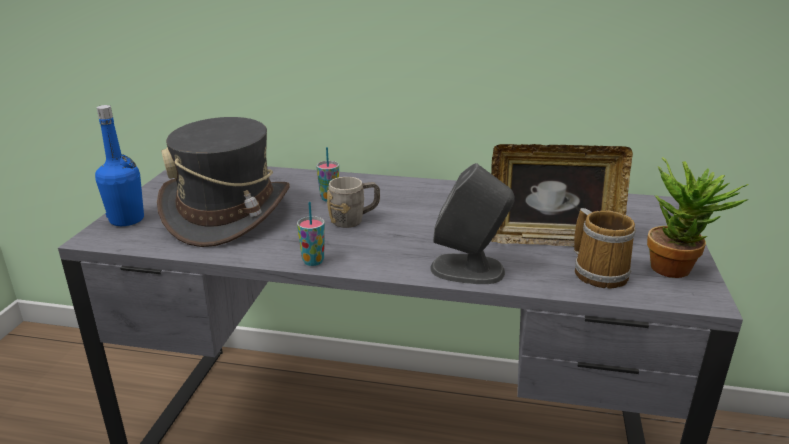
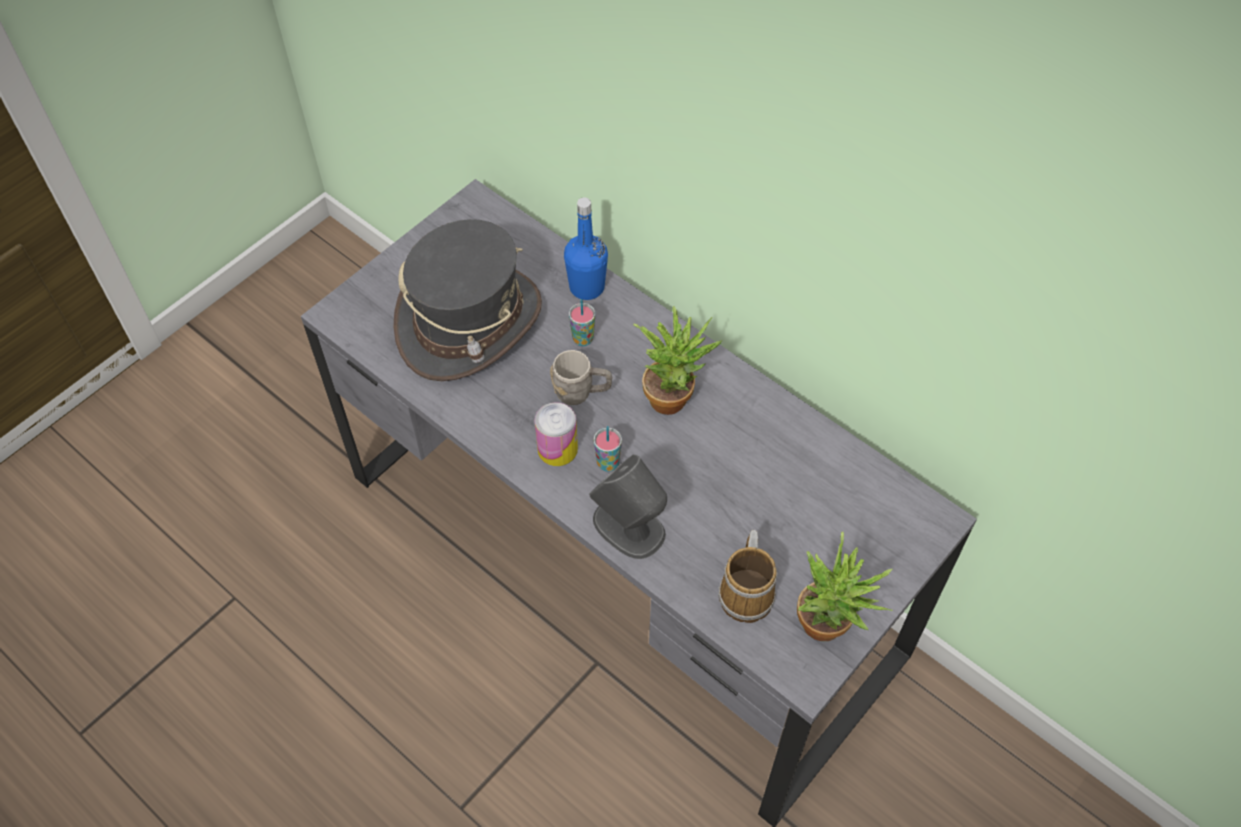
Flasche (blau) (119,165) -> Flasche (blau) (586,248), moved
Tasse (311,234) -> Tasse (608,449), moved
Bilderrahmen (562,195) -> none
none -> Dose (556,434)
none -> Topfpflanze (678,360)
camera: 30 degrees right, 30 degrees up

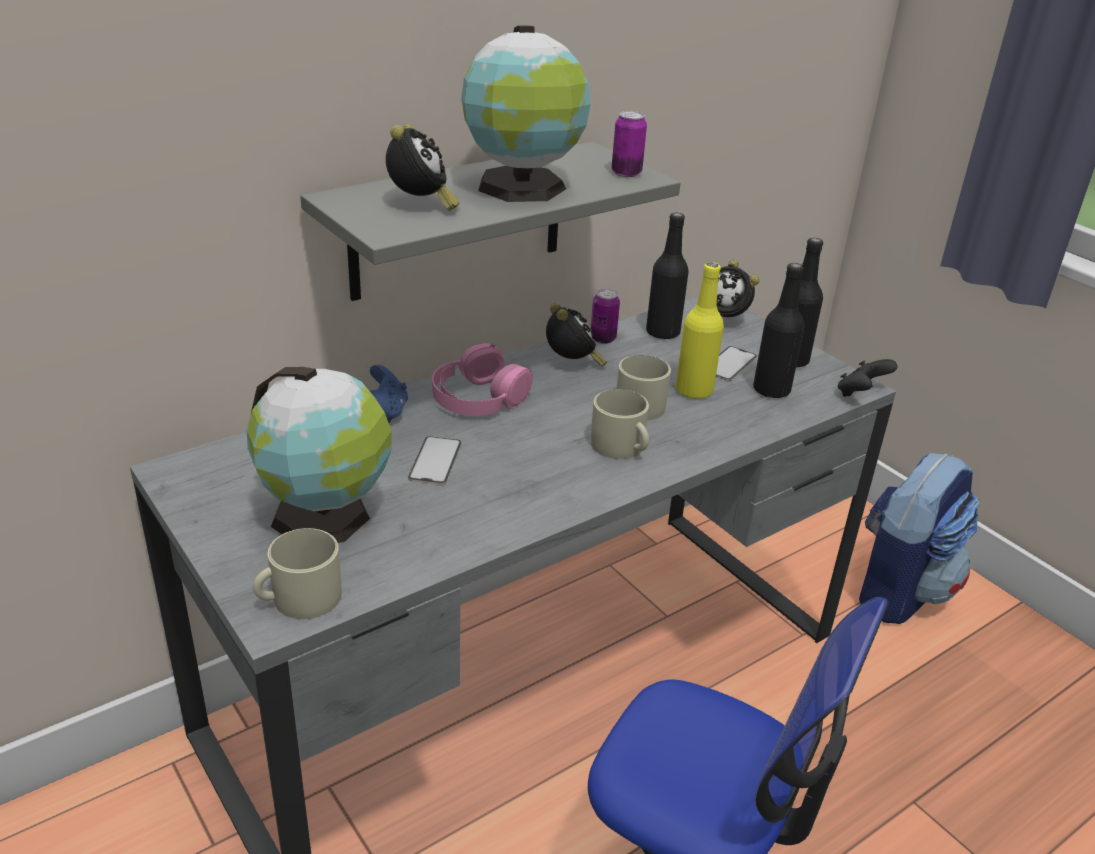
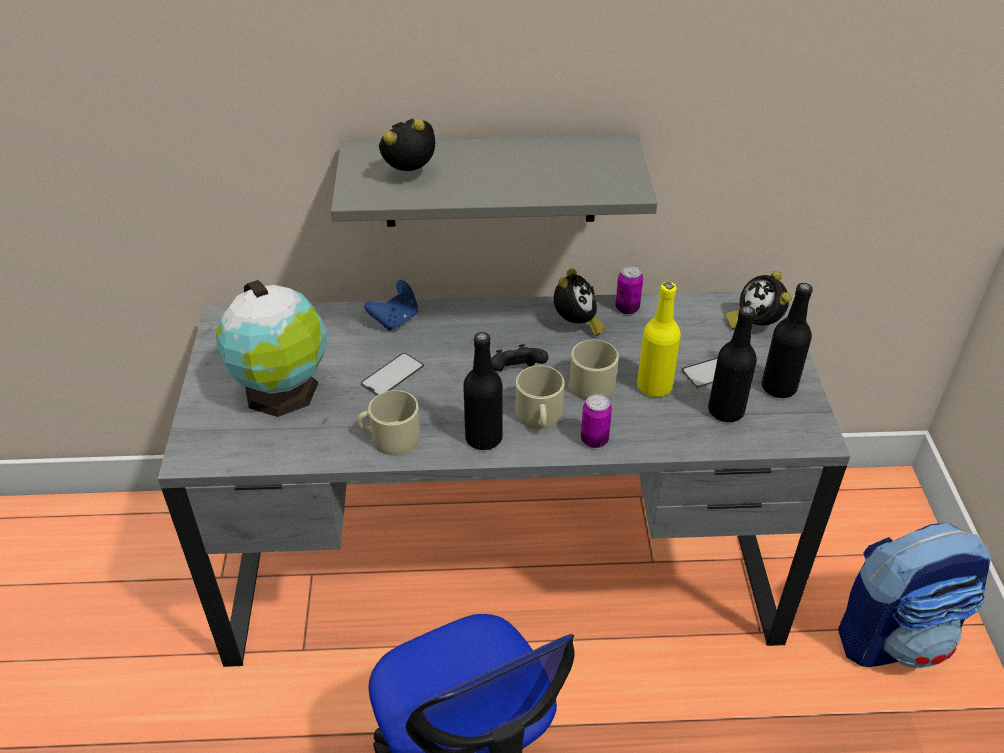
Henkelbecher (beige) (297,573) -> Henkelbecher (beige) (388,423), moved
Wecker (423,167) -> Wecker (407,144), 150 degrees counterclockwise
Kopfhörer (rosa) (482,379) -> none
Globus (526,114) -> none
Dose (629,144) -> Dose (596,421), moved
Flasche (schwarz) (667,276) -> Flasche (schwarz) (483,391), moved
Gamepad (schwarz) (867,378) -> Gamepad (schwarz) (519,357), moved
camera: 35 degrees right, 10 degrees up

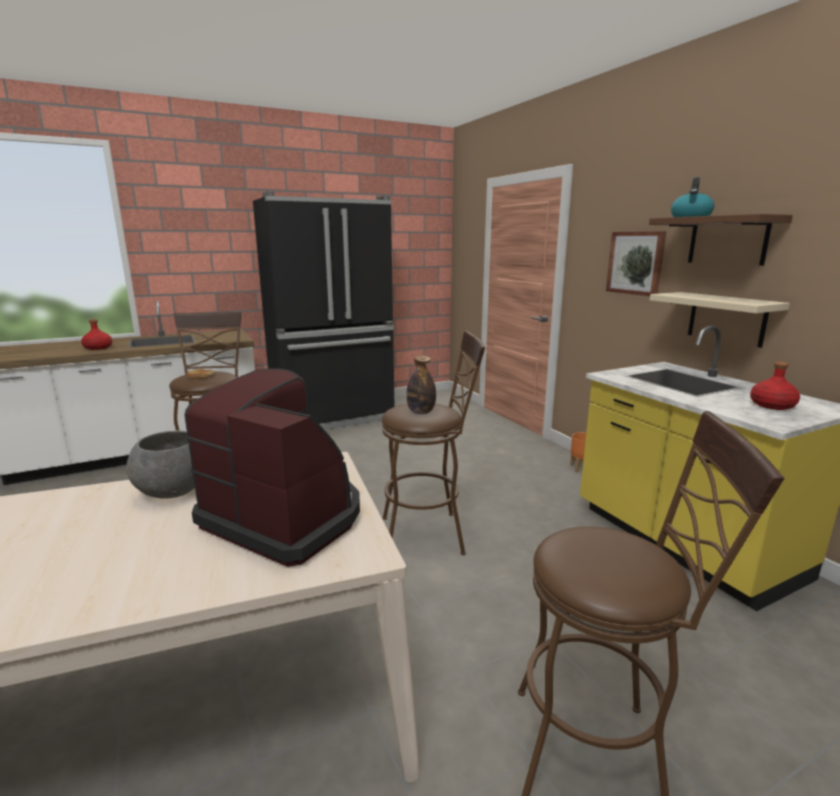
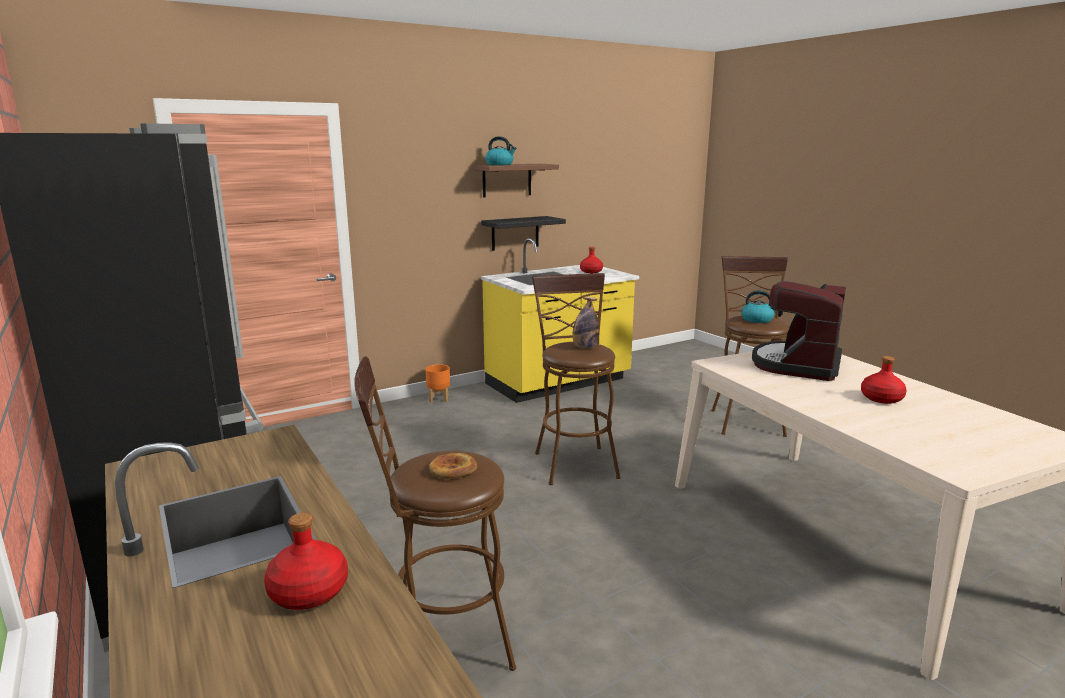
Schüssel (grau) (160,464) -> none
Bild (636,263) -> none
Wandregal (beige) (720,320) -> Wandregal (schwarz) (523,233)
none -> Wasserkessel (758,306)
none -> Flasche (rot) (884,380)
camera: 95 degrees left, 0 degrees up

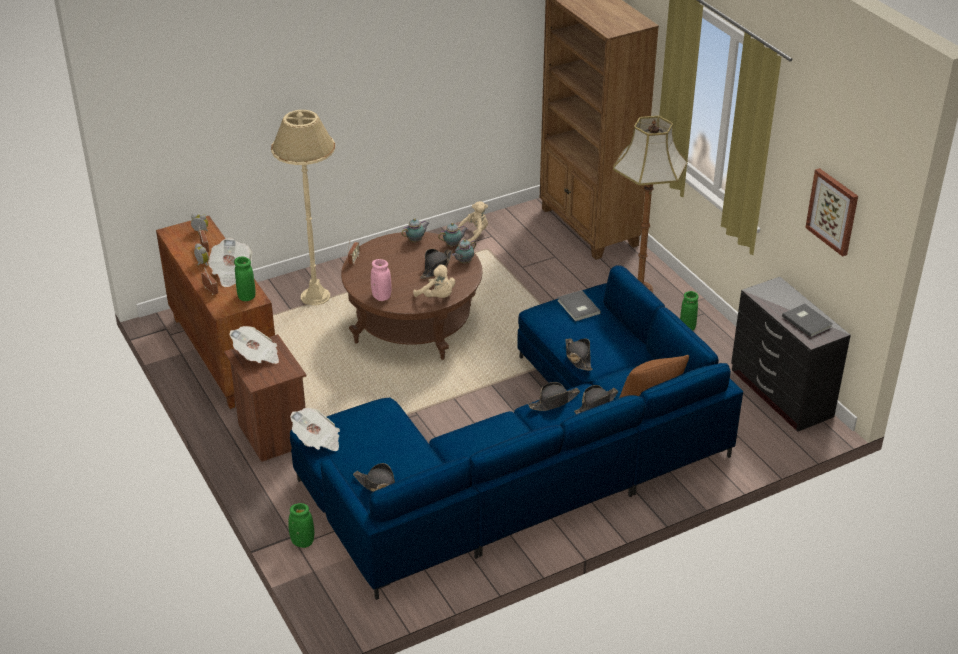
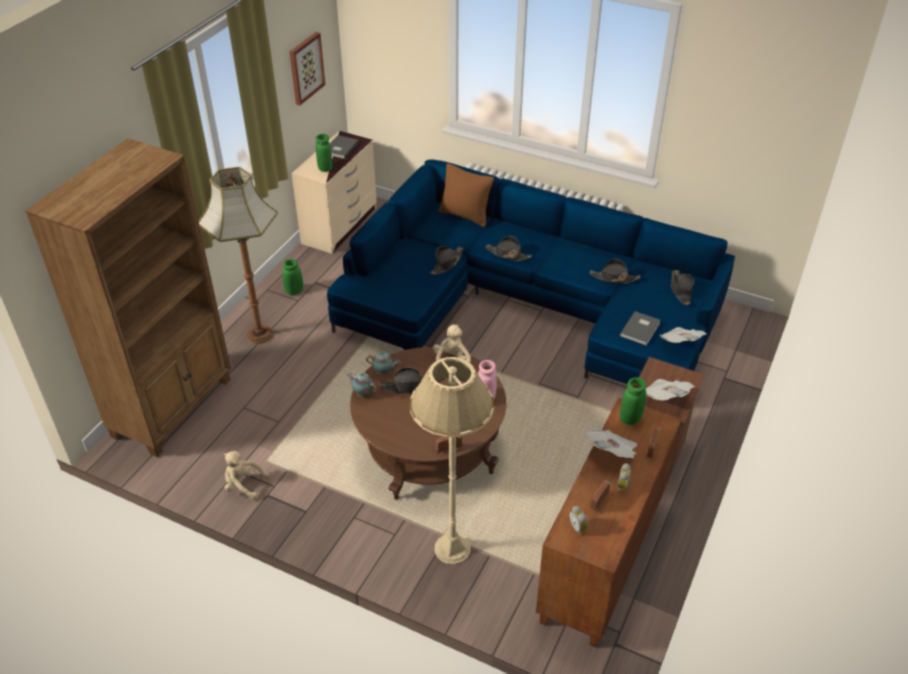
Vase (grün) (301,525) -> Vase (grün) (324,153), moved
Teekanne (415,230) -> none
Buch (grau) (579,305) -> Buch (grau) (640,328), moved
Hut (schwarz) (596,399) -> Hut (schwarz) (615,271), moved
Kommode (schwarz) (791,354) -> Kommode (beige) (334,192)
camera: 125 degrees left, 5 degrees up

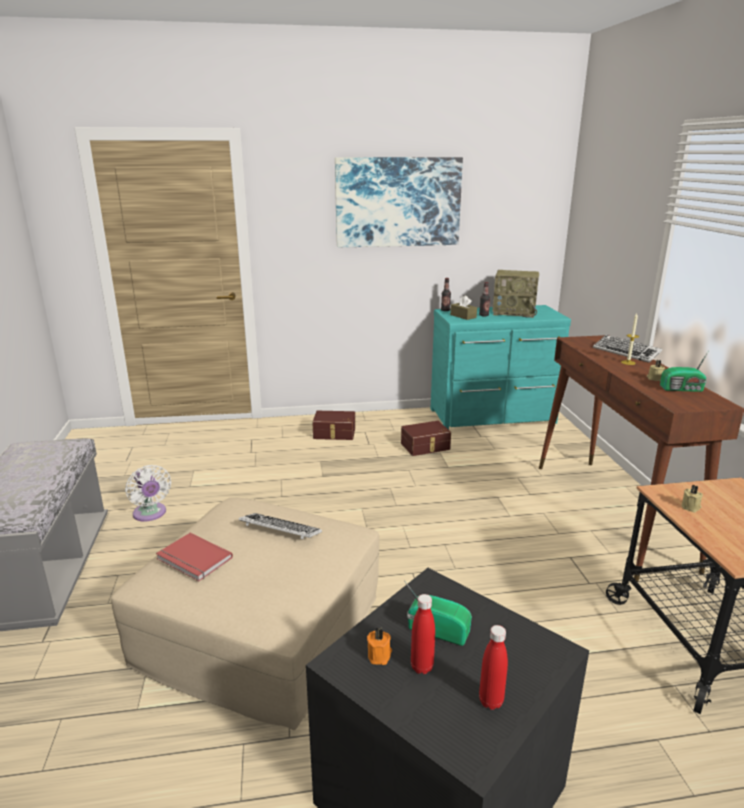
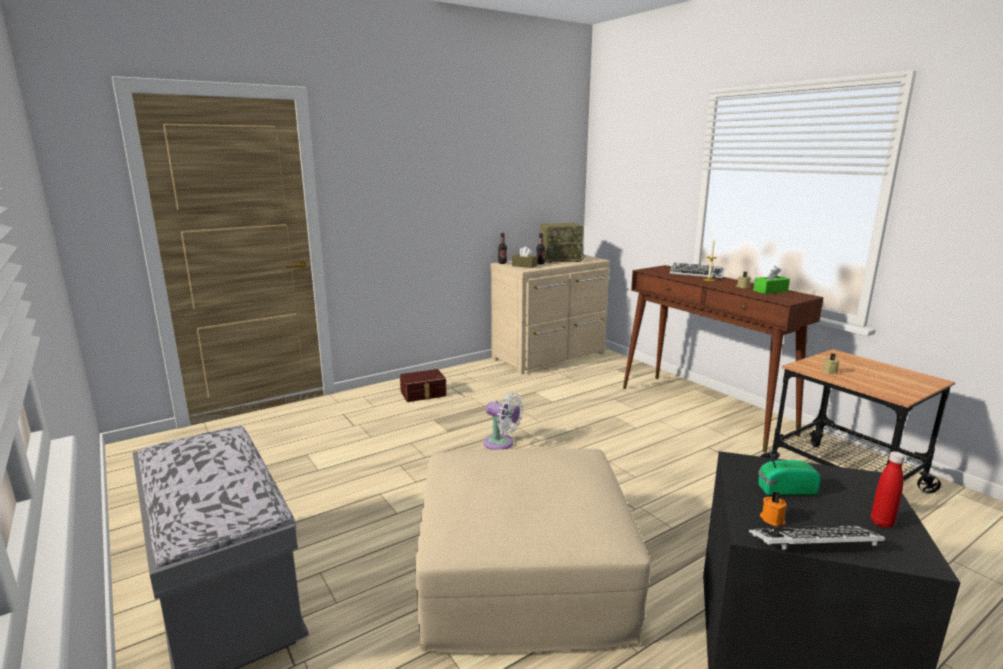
Ventilator (weiß) (148,493) -> Ventilator (weiß) (503,421), moved
Buch (rot) (194,557) -> none
Tastatur (280,526) -> Tastatur (817,537), moved
Bild (399,202) -> none
Aufbewahrungsbox (braun) (426,438) -> none
Flasche (rot) (423,634) -> none
Kommode (türkis) (500,367) -> Kommode (beige) (550,314)
Radio (684,372) -> Taschentuchbox (grün) (771,280)
camera: 25 degrees left, 5 degrees down

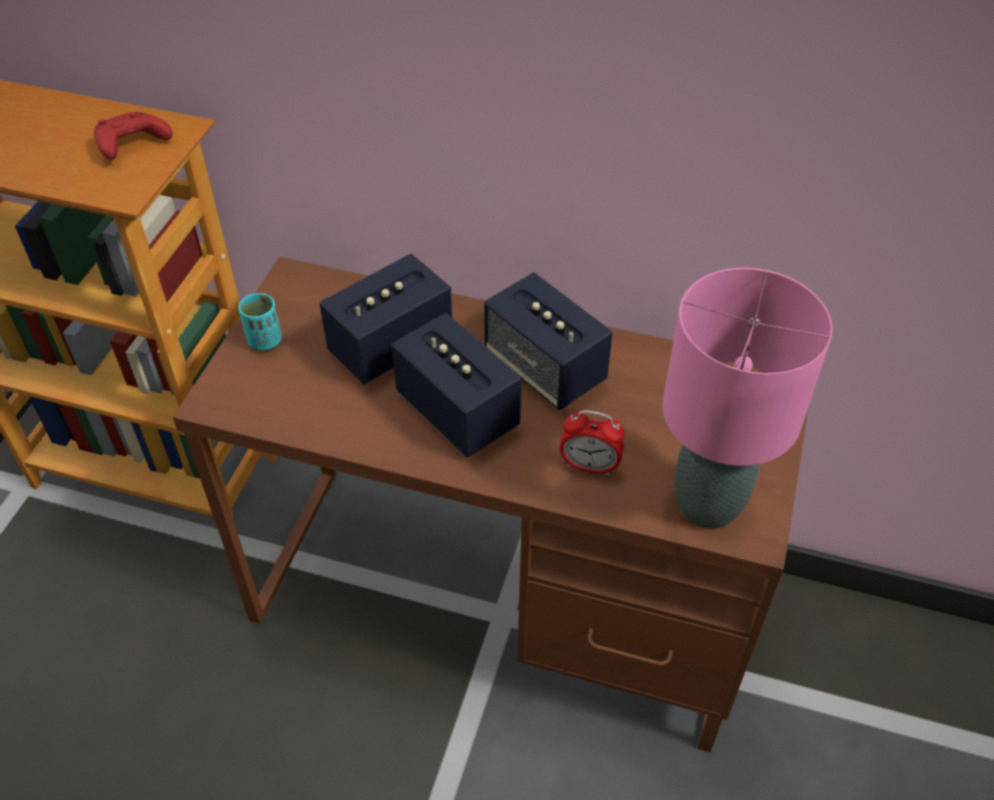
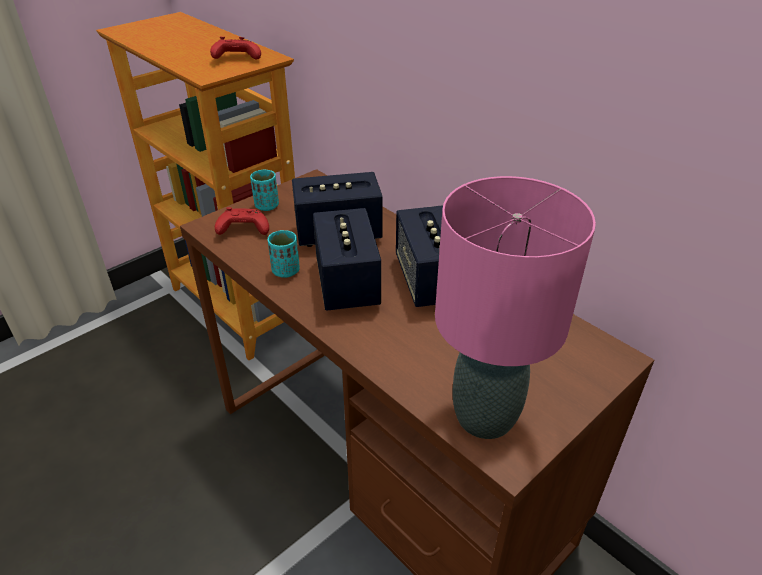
Wecker (592,442) -> none
none -> Gamepad (rot) (242,221)
none -> Tasse (türkis) (284,254)
camera: 30 degrees right, 10 degrees down

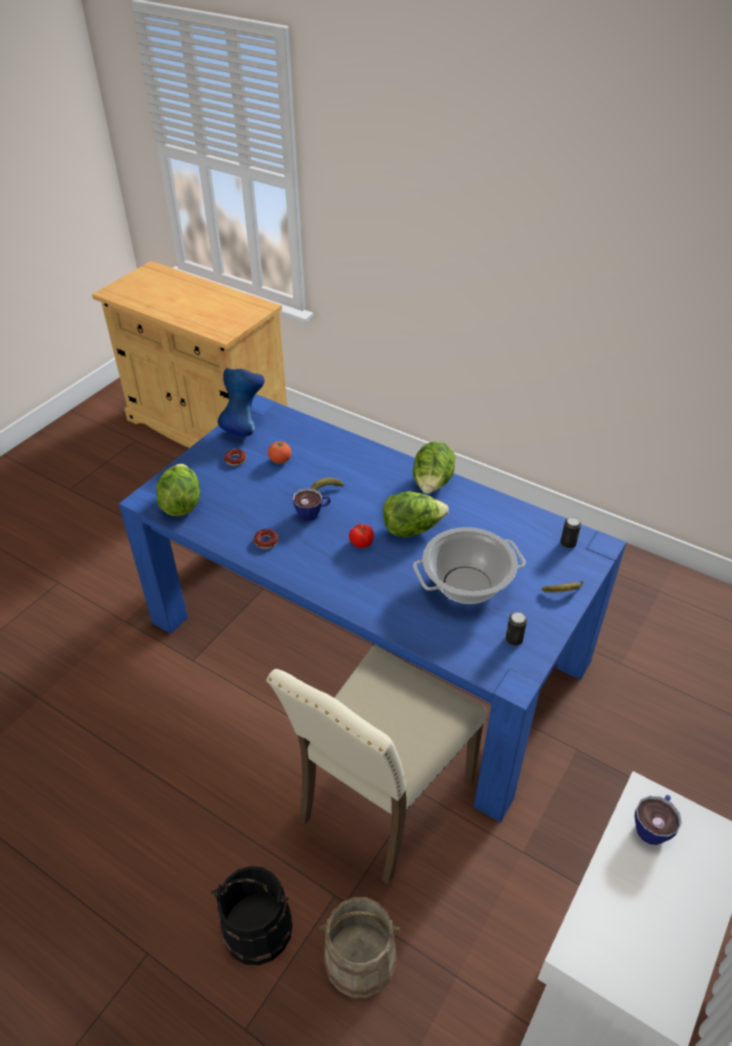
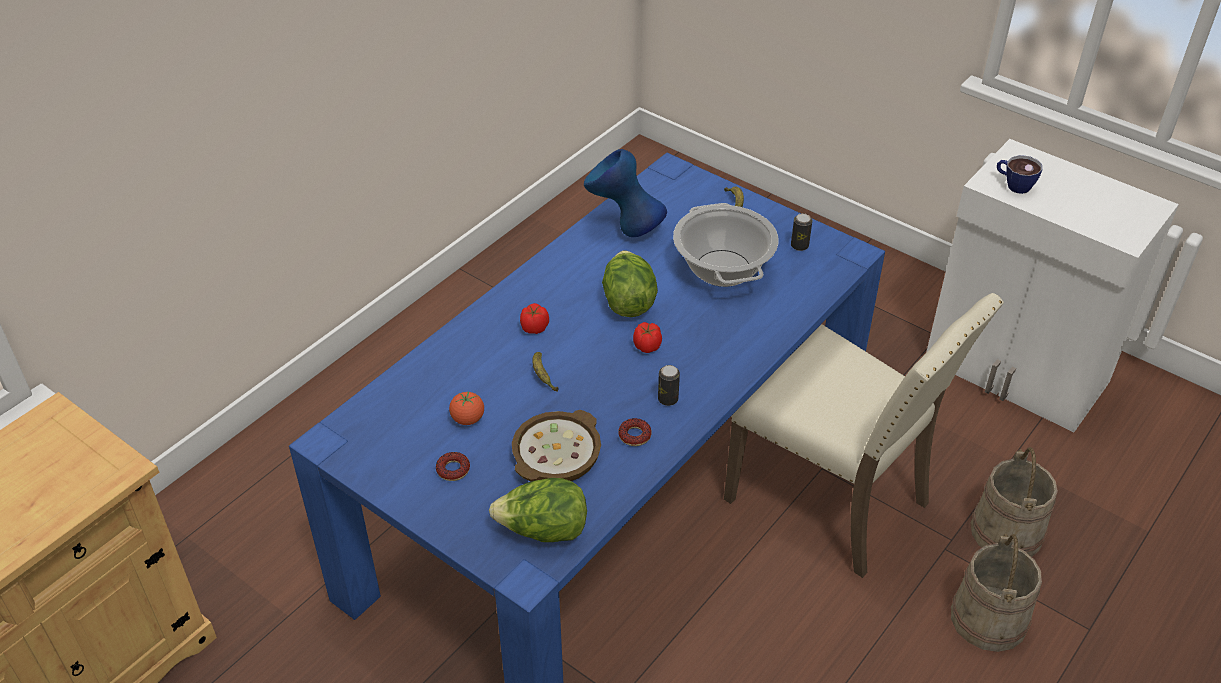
Eimer (schwarz) (251,915) -> Eimer (beige) (996,593)
Vase (blau) (241,402) -> Vase (blau) (625,193), moved
Tasse (312,504) -> none
Salatkopf (434,467) -> none
Dose (570,532) -> Dose (669,385), moved
none -> Schüssel (556,445)
none -> Tomate (534,318)
camera: 85 degrees left, 0 degrees up

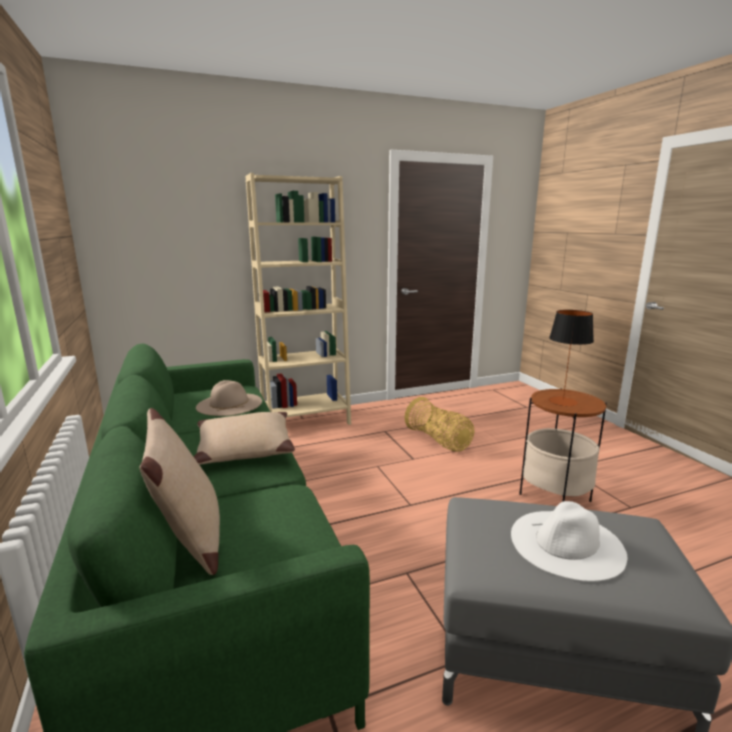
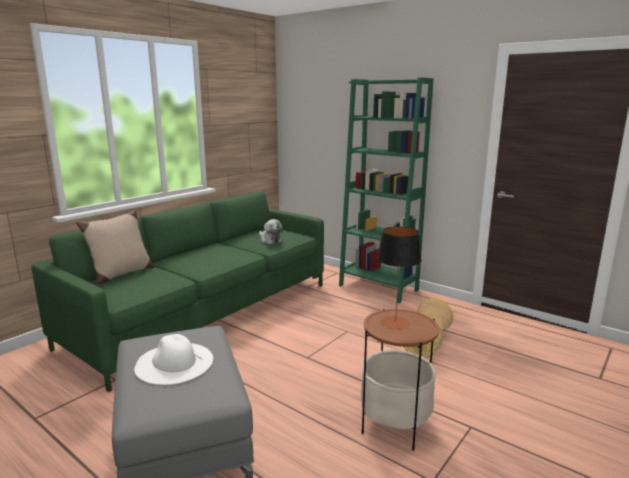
Kissen (beige) (244,438) -> none
Hut (beige) (229,398) -> Plüschtier (270,231)
Bücherregal (beige) (298,299) -> Bücherregal (grün) (386,190)
camera: 60 degrees right, 0 degrees up

